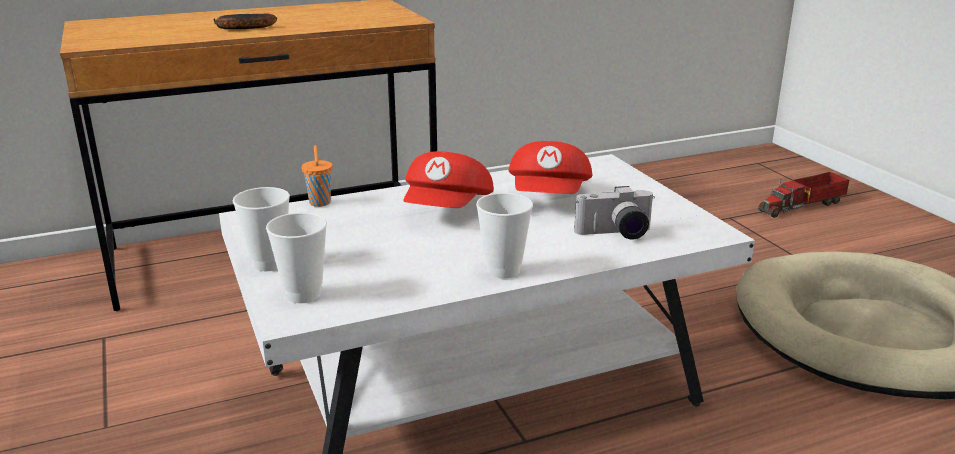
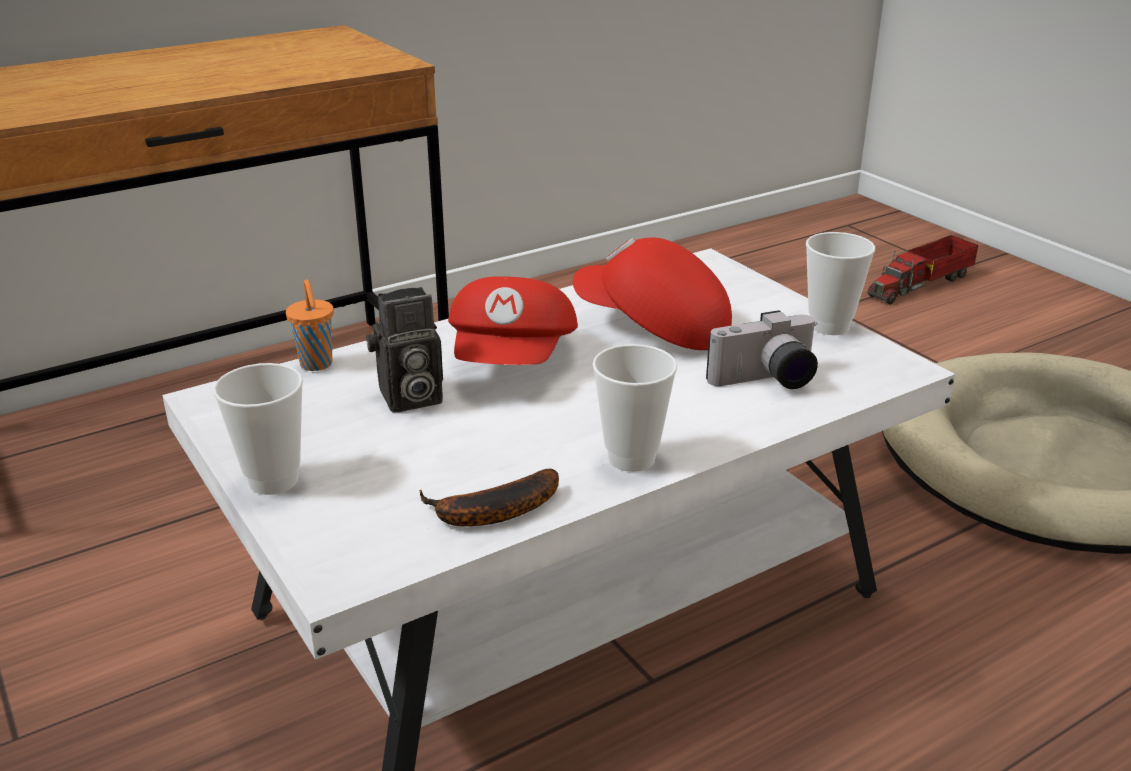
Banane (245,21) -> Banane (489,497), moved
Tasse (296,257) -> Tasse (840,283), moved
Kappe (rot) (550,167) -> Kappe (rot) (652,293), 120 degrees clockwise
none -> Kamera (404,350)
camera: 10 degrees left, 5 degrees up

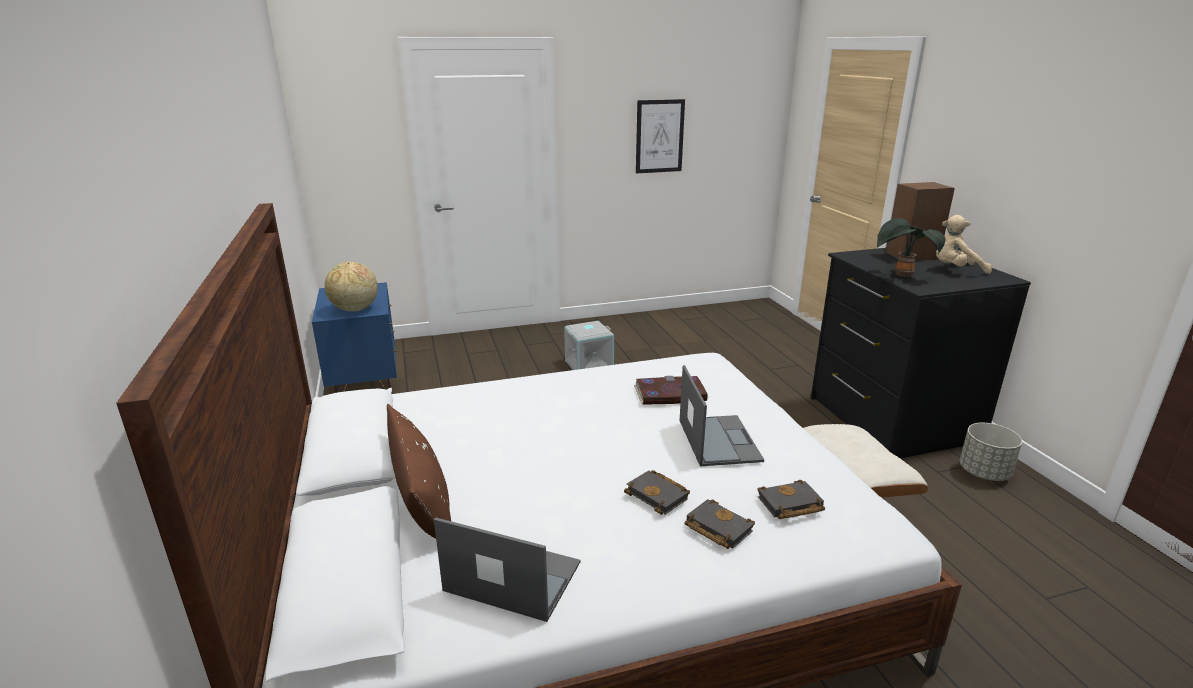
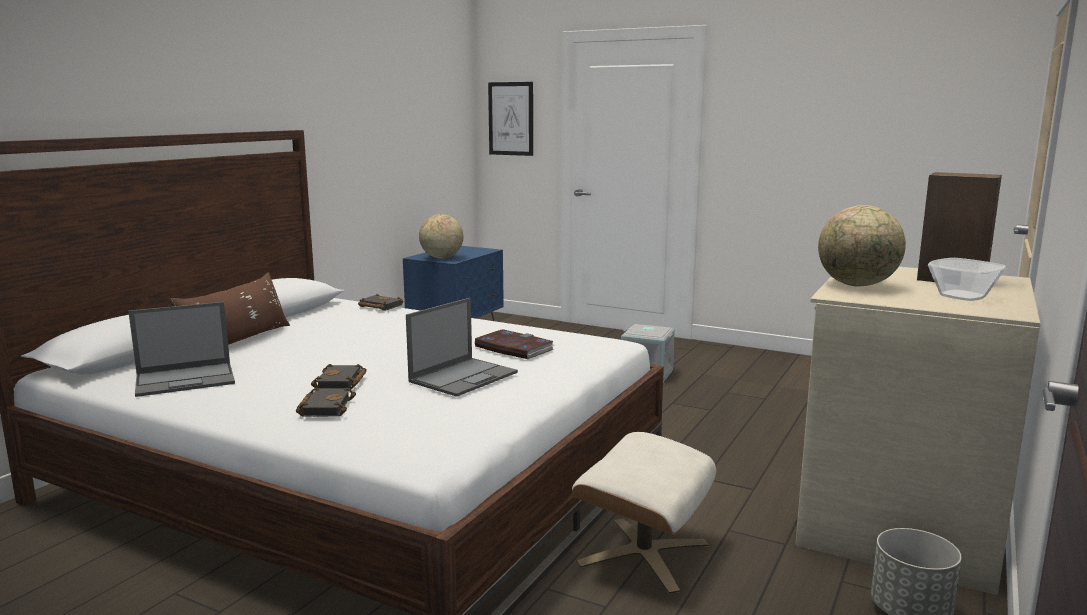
Laptop (507,569) -> Laptop (181,349), 90 degrees clockwise
Bild (660,136) -> Bild (510,119), moved
Buch (schwarz) (791,499) -> Buch (schwarz) (380,302), moved
Kommode (schwarz) (921,353) -> Kommode (beige) (917,431)
Topfpflanze (910,247) -> Globus (862,246)
Plüschtier (beige) (964,244) -> Schüssel (967,279)
camera: 45 degrees right, 10 degrees down

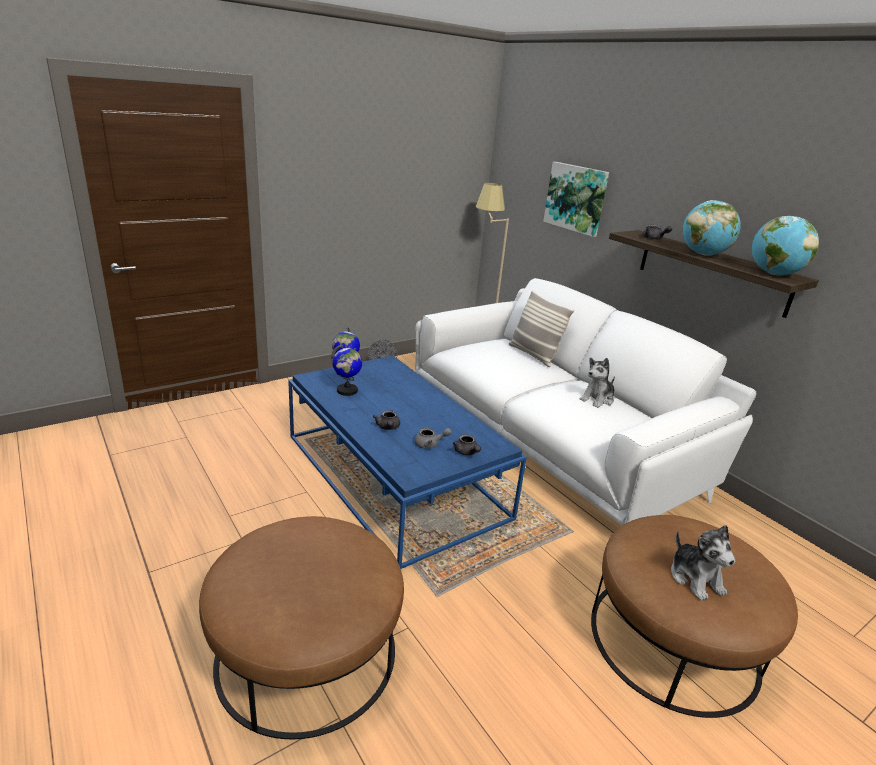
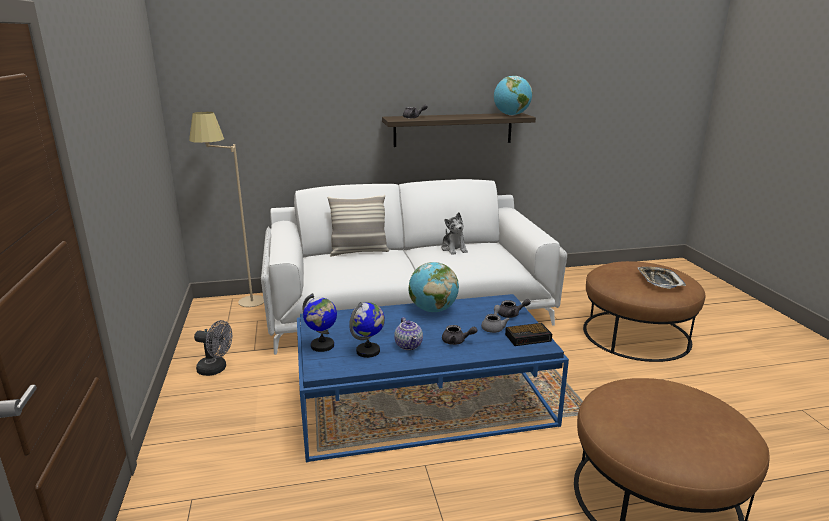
Bild (576,199) -> none
Plüschtier (703,563) -> Tablett (662,278)
Globus (712,228) -> Globus (433,287), moved
none -> Teekanne (408,333)
none -> Wecker (528,334)
camera: 65 degrees left, 5 degrees down

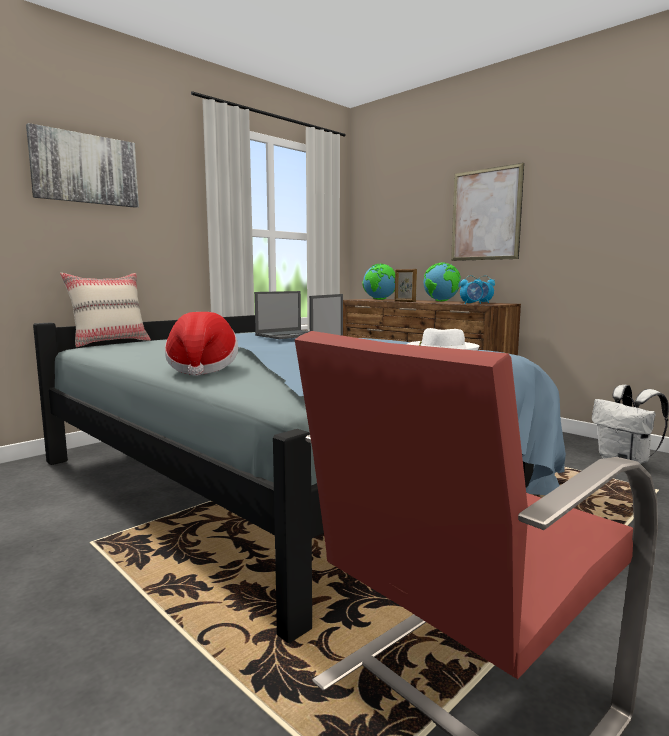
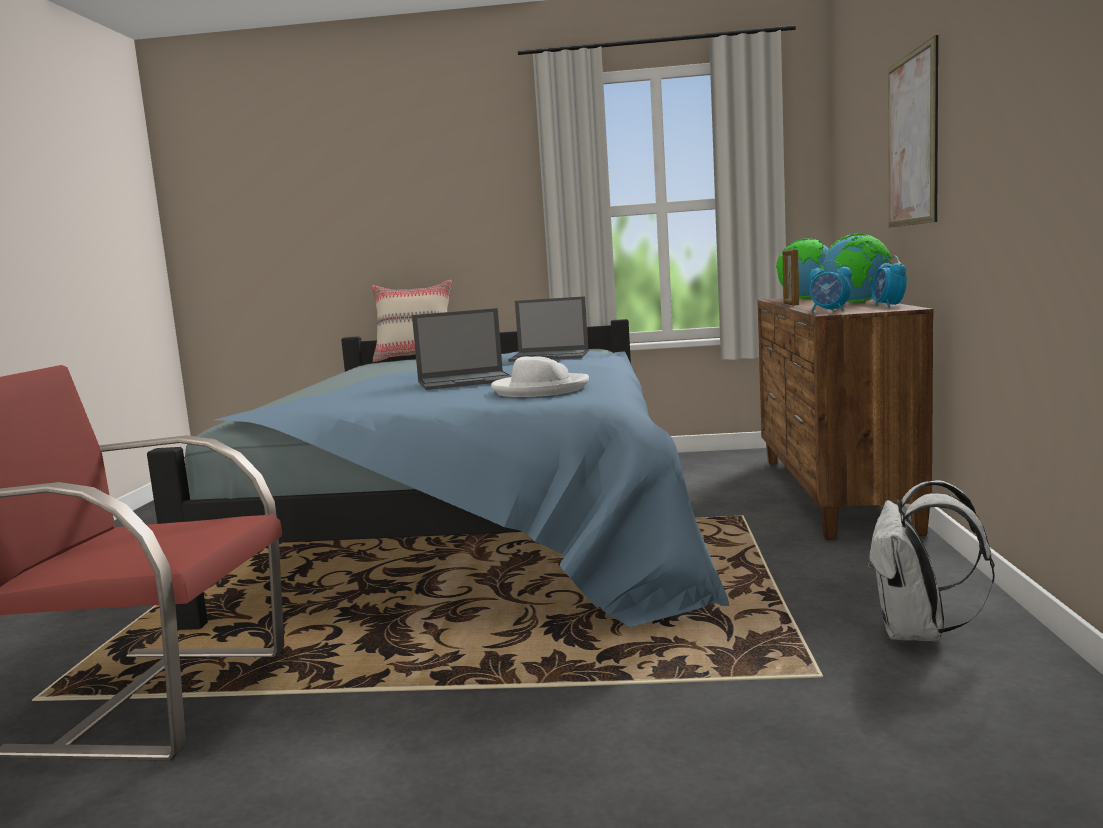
Bild (82,165) -> none
Hut (201,344) -> none
camera: 50 degrees right, 0 degrees up

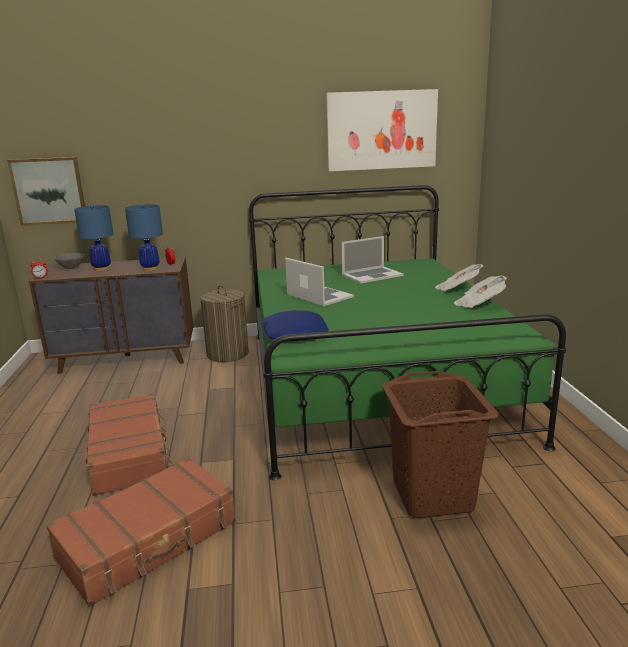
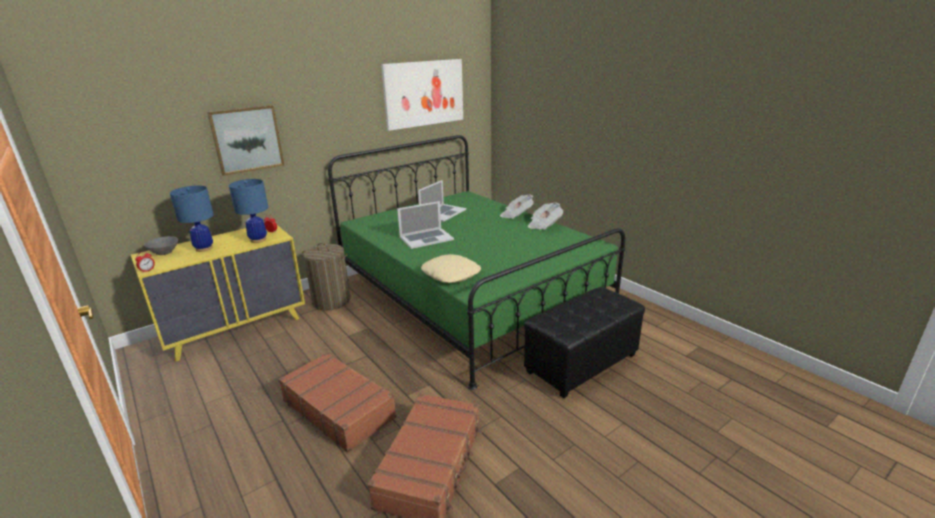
Bild (46,191) -> Bild (245,140), moved
Kommode (braun) (111,315) -> Kommode (gelb) (218,293)
Kissen (blau) (295,325) -> Kissen (beige) (451,268)
Laptop (319,282) -> Laptop (425,225), 135 degrees clockwise
Wäschekorb (braun) (440,444) -> Polsterhocker (schwarz) (584,342)
camera: 30 degrees left, 5 degrees up

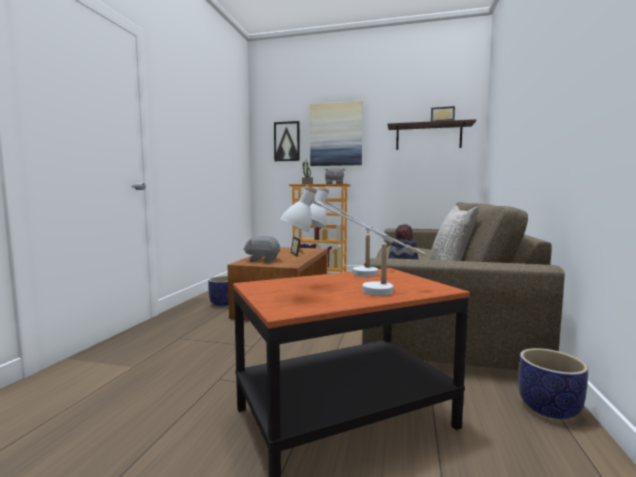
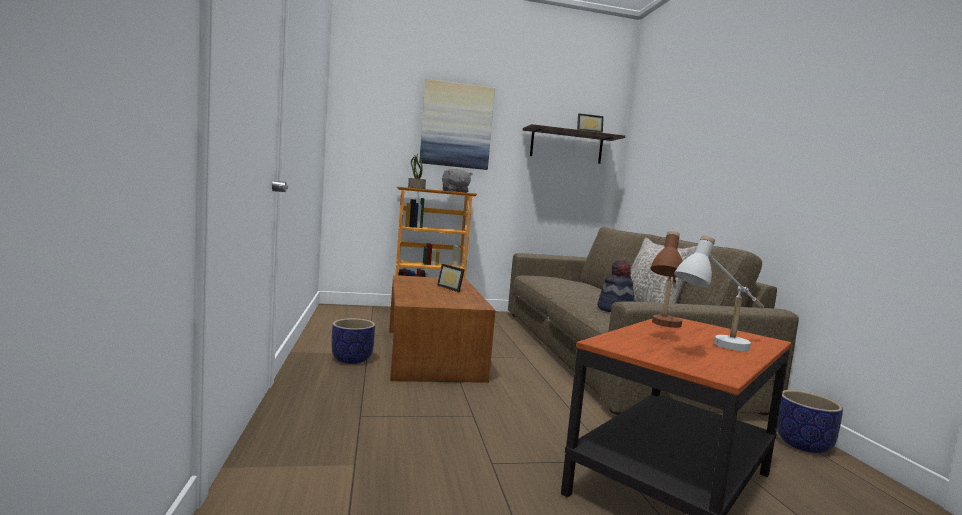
Plüschtier (grau) (262,249) -> none
Bild (287,141) -> none
Tischlampe (weiß) (351,232) -> Tischlampe (braun) (666,279)
camera: 25 degrees left, 0 degrees up

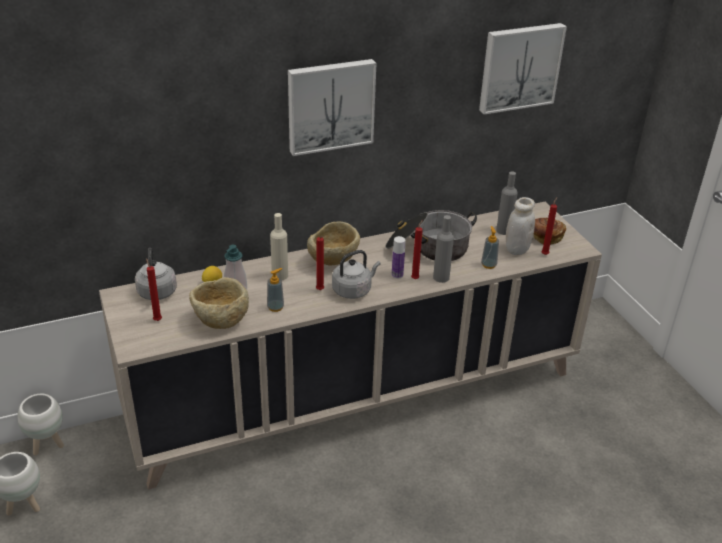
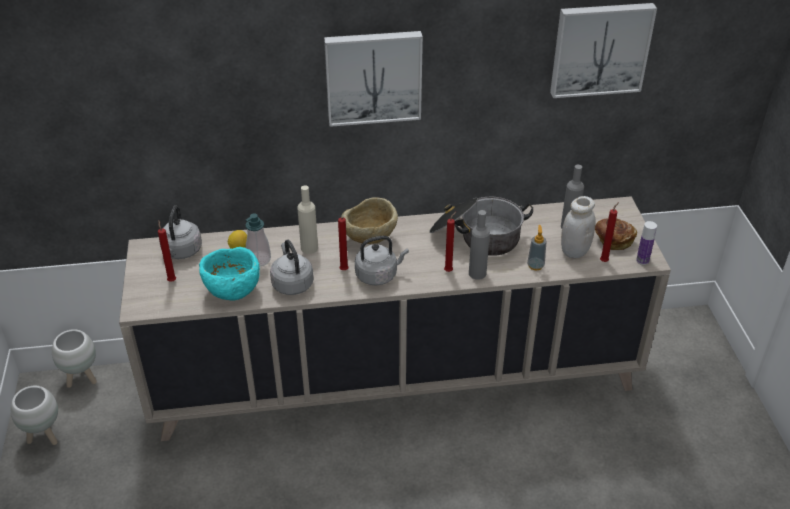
Schüssel (beige) (219,303) -> Schüssel (türkis) (229,273)
Seifenspender (275,290) -> Wasserkessel (grau) (292,267)
Flasche (398,257) -> Flasche (646,243), moved
camera: 15 degrees right, 5 degrees up

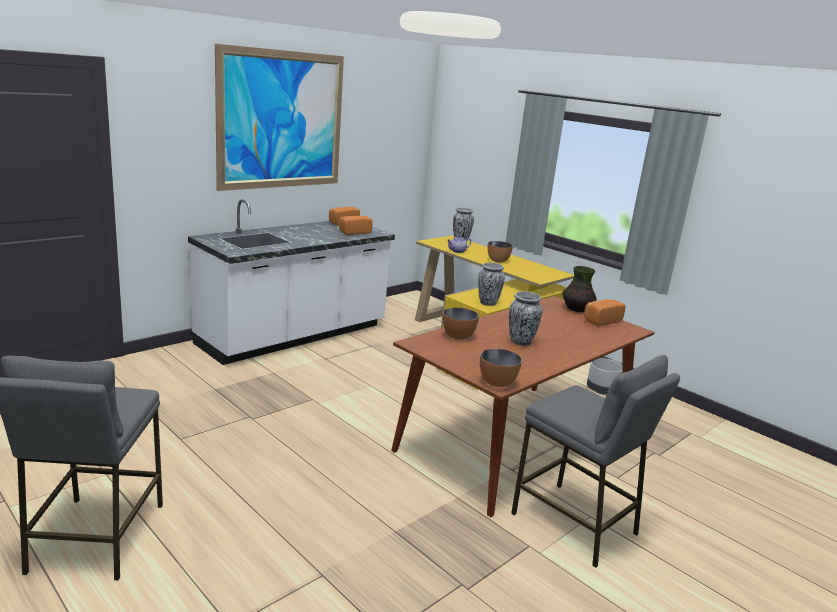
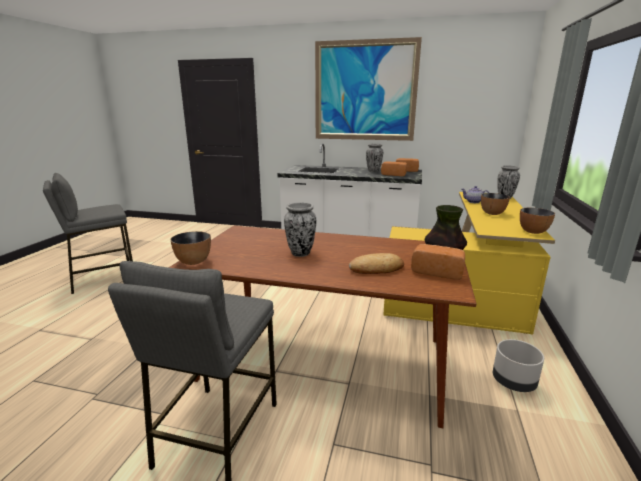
Schüssel (461,324) -> Schüssel (537,221), moved
Vase (491,284) -> Vase (374,158), moved
none -> Brot (376,263)
camera: 60 degrees right, 0 degrees up

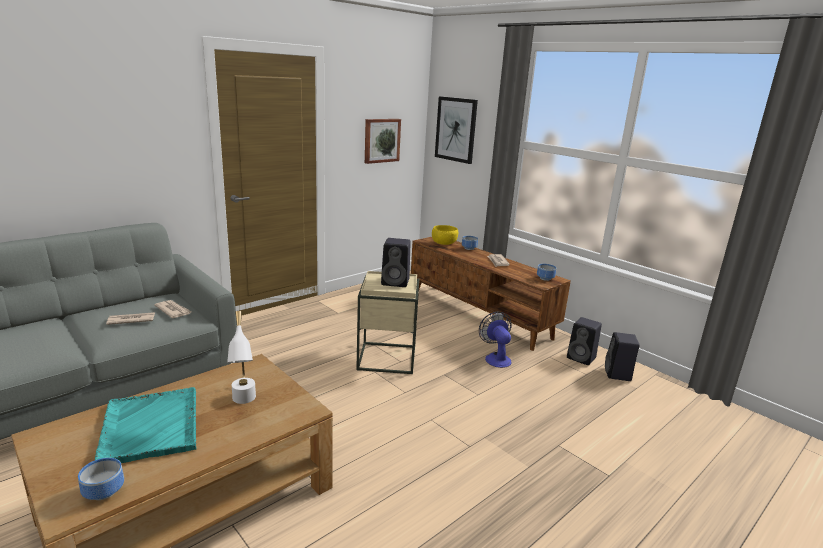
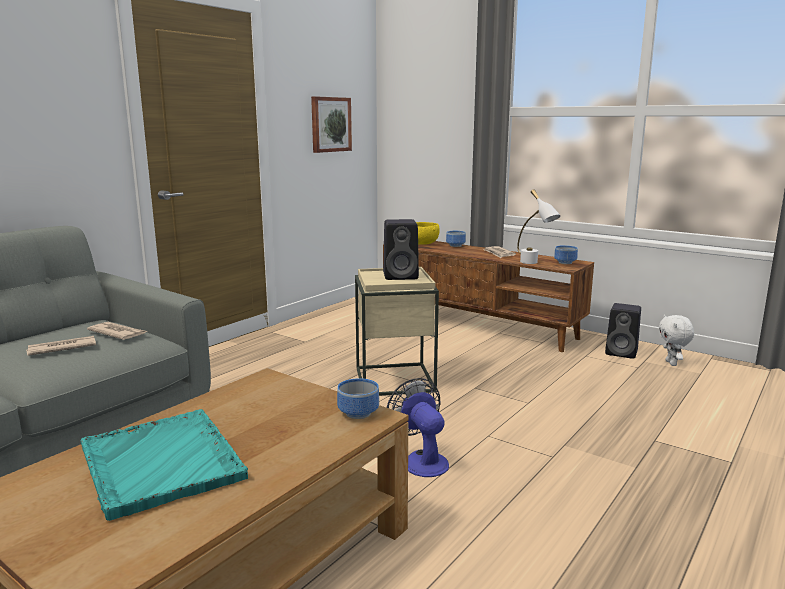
Schüssel (101,479) -> Schüssel (358,398), moved
Tischlampe (weiß) (241,357) -> Tischlampe (weiß) (539,226), moved
Bild (456,130) -> none
Ventilator (495,339) -> Ventilator (418,427), moved
Lautsprecher (schwarz) (622,356) -> Plüschtier (weiß) (676,340)
camera: 10 degrees left, 5 degrees down

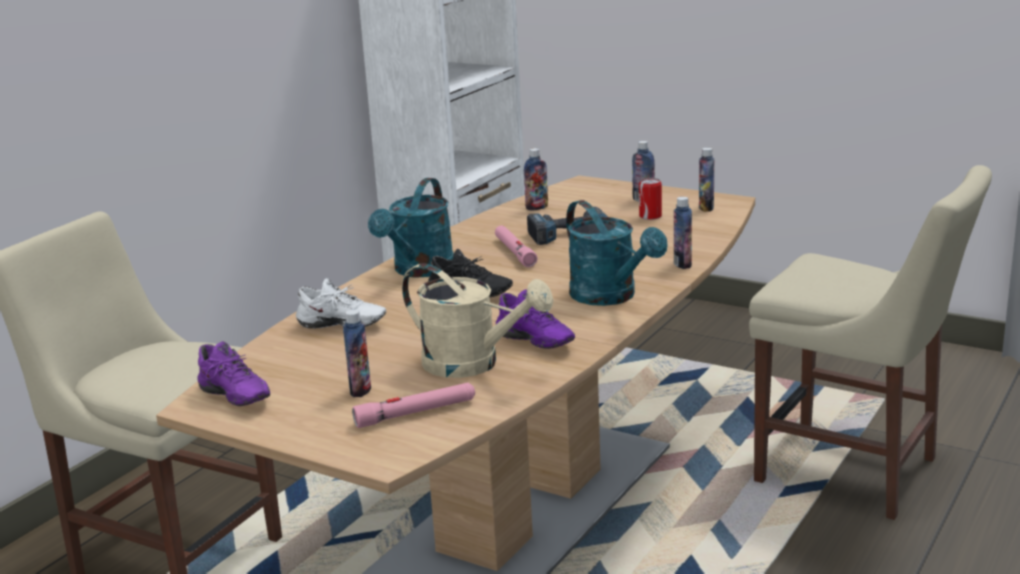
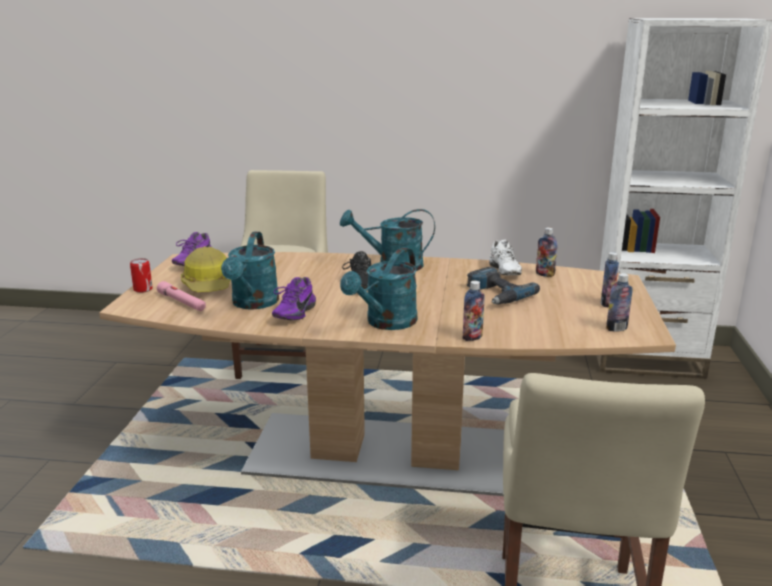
Schuh (weiß) (341,303) -> Schuh (weiß) (505,257), moved
Flasche (357,353) -> Schutzhelm (206,269)
Gießkanne (beige) (478,320) -> Gießkanne (türkis) (250,270)
Taschenlampe (rosa) (516,246) -> none
Dose (650,199) -> Dose (141,275), moved
camera: 65 degrees right, 0 degrees up

